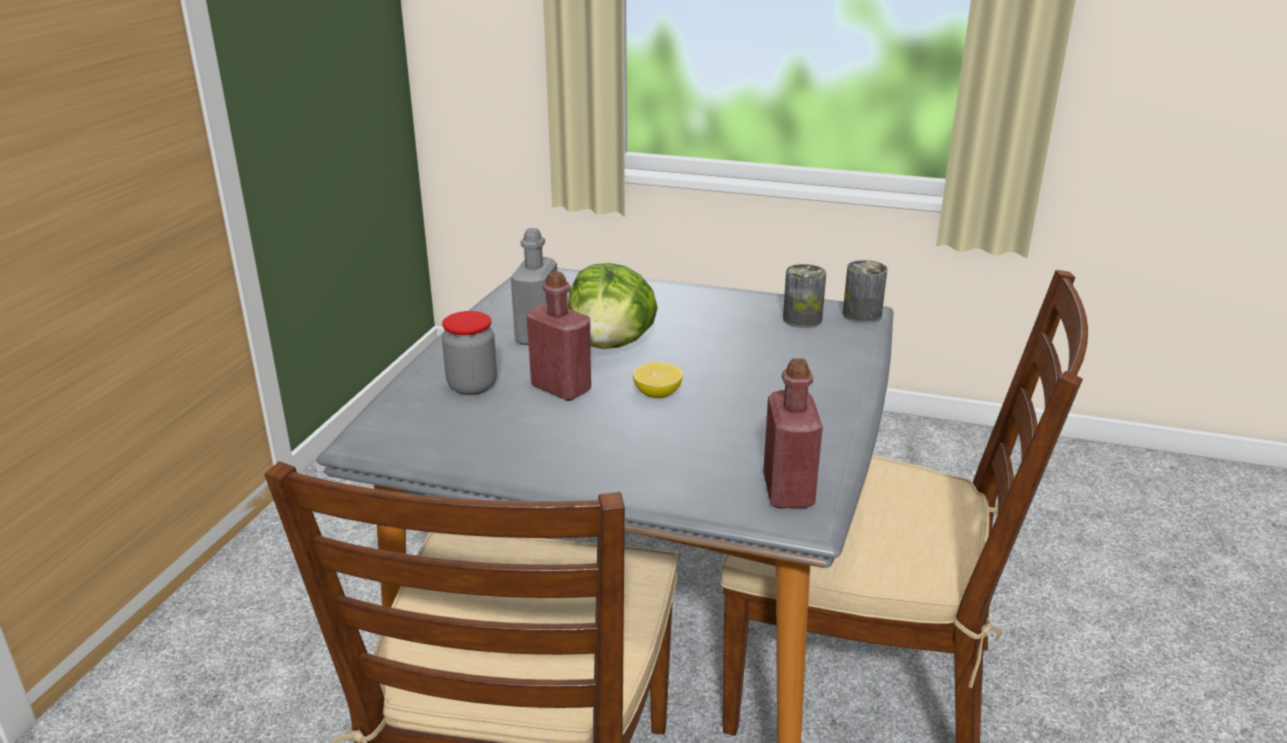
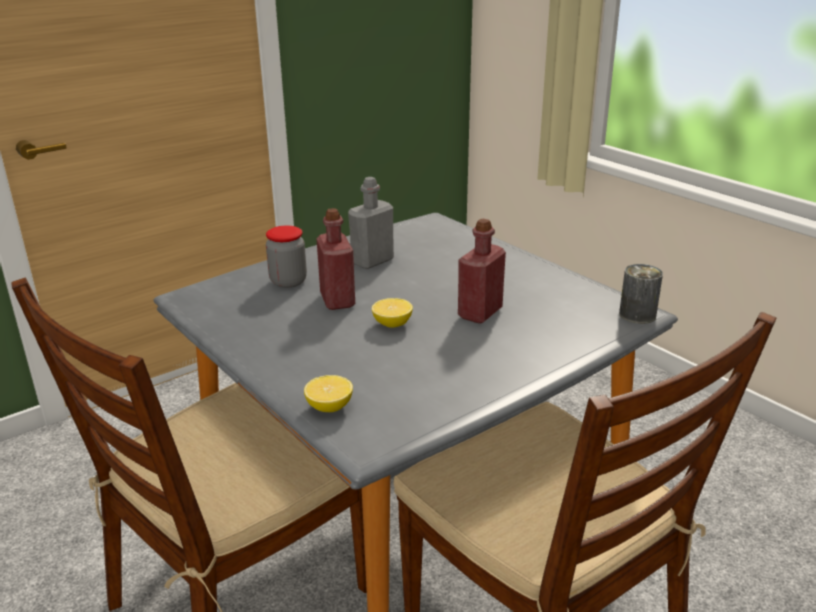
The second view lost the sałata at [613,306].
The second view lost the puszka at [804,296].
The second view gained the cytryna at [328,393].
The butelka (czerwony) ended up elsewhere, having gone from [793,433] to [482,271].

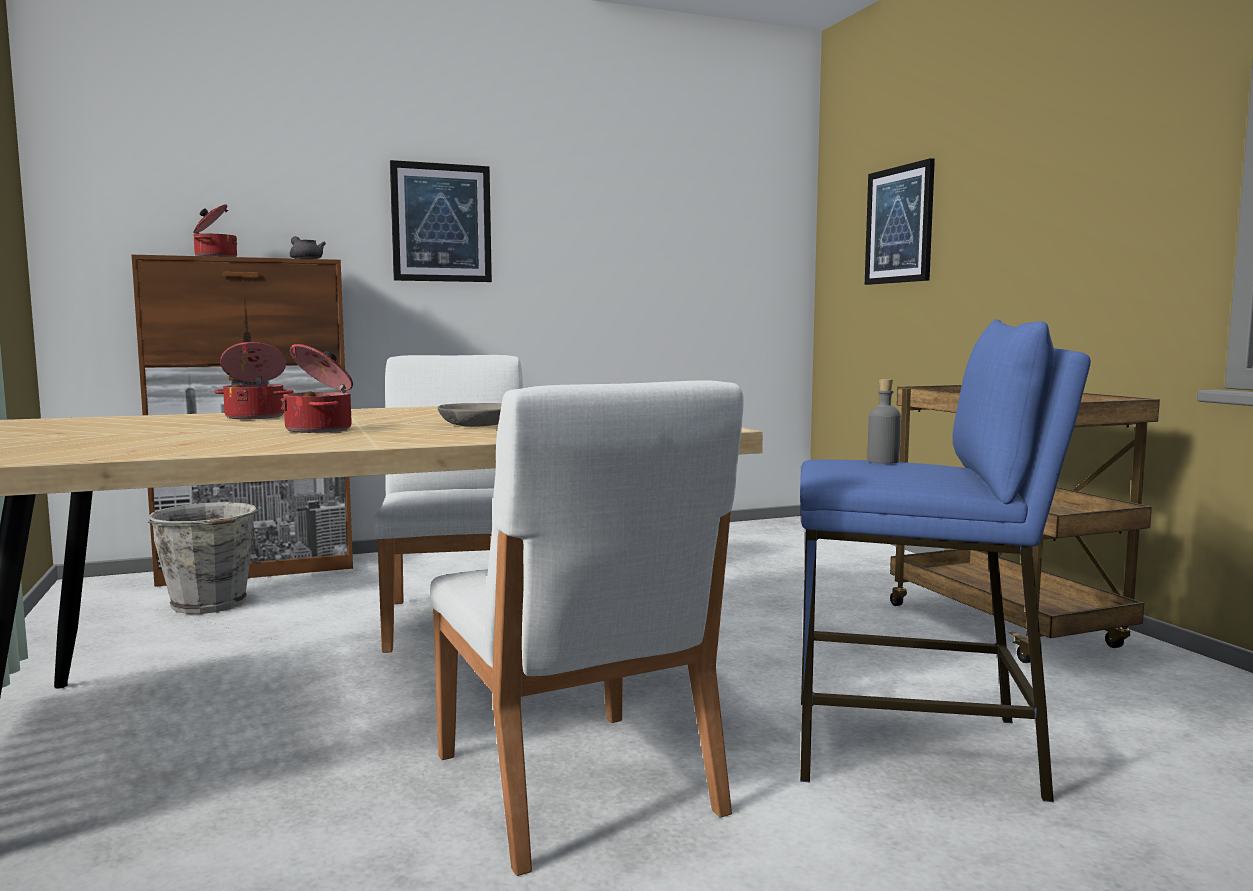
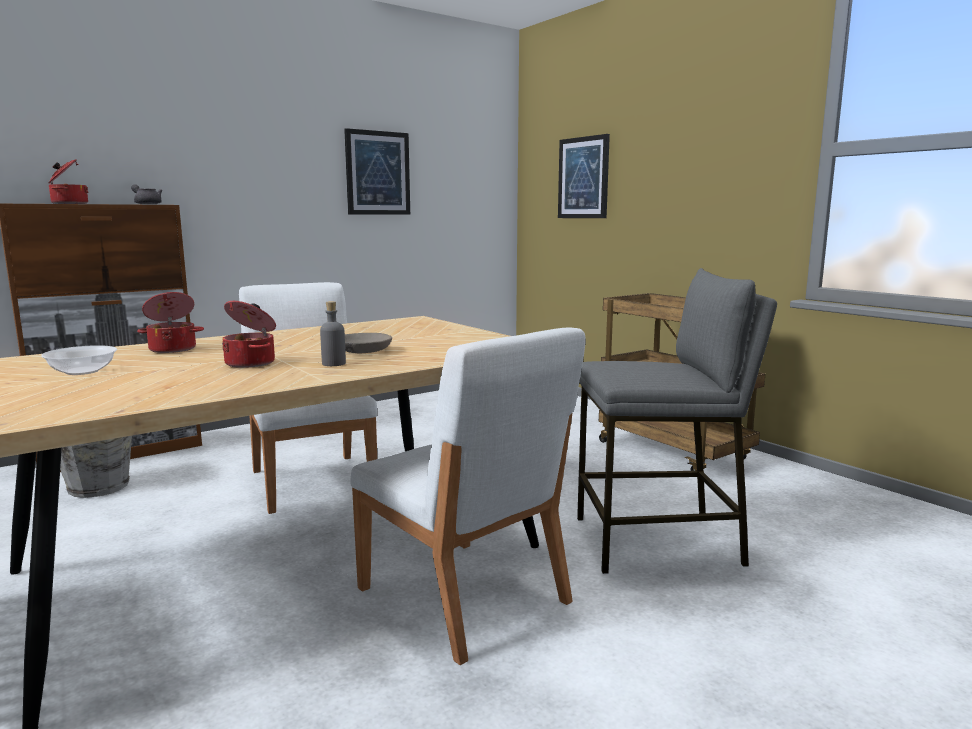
The second view gained the miska at [79,360].
The obraz ended up elsewhere, having gone from [441,221] to [377,171].
The butelka (szary) ended up elsewhere, having gone from [884,421] to [333,333].
What was the stołek (niebieski) at [945,560] turned into the stołek (szary) at [677,421].

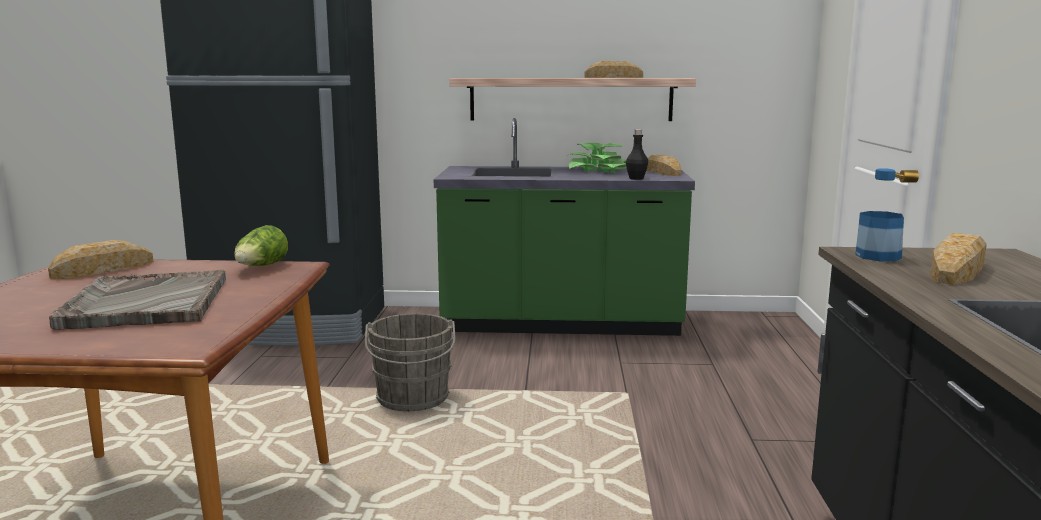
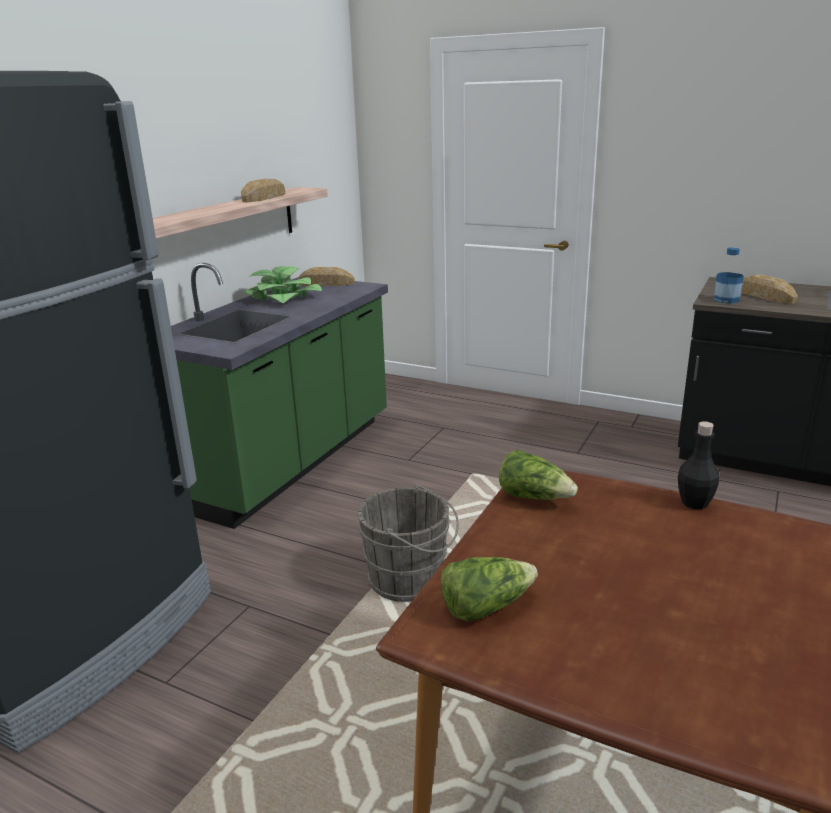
The second view lost the taca (szary) at [137,299].
The butelka (czarny) ended up elsewhere, having gone from [637,154] to [698,465].
Where the chleb stood at [101,259], the sałata came to stand at [489,589].

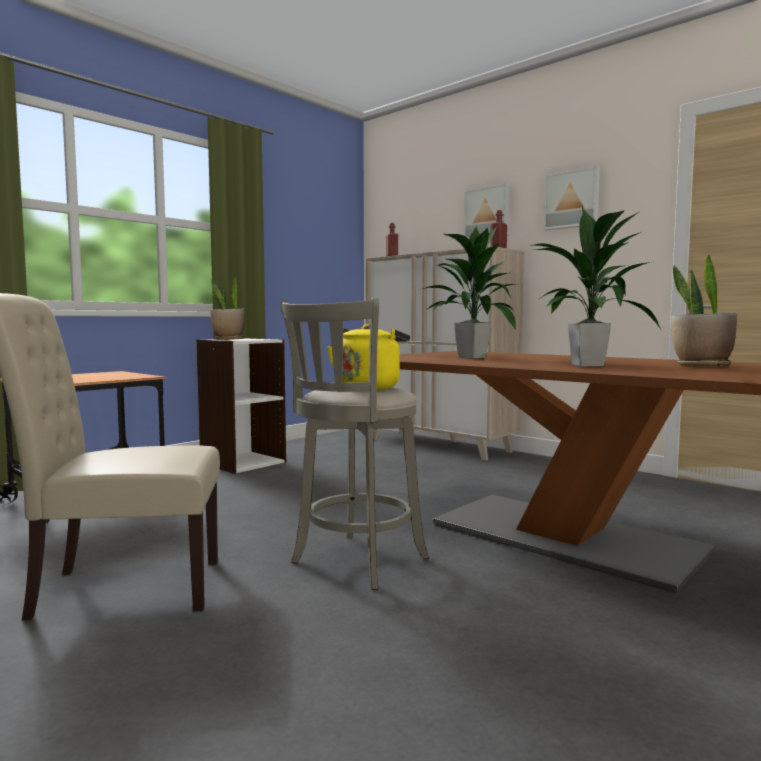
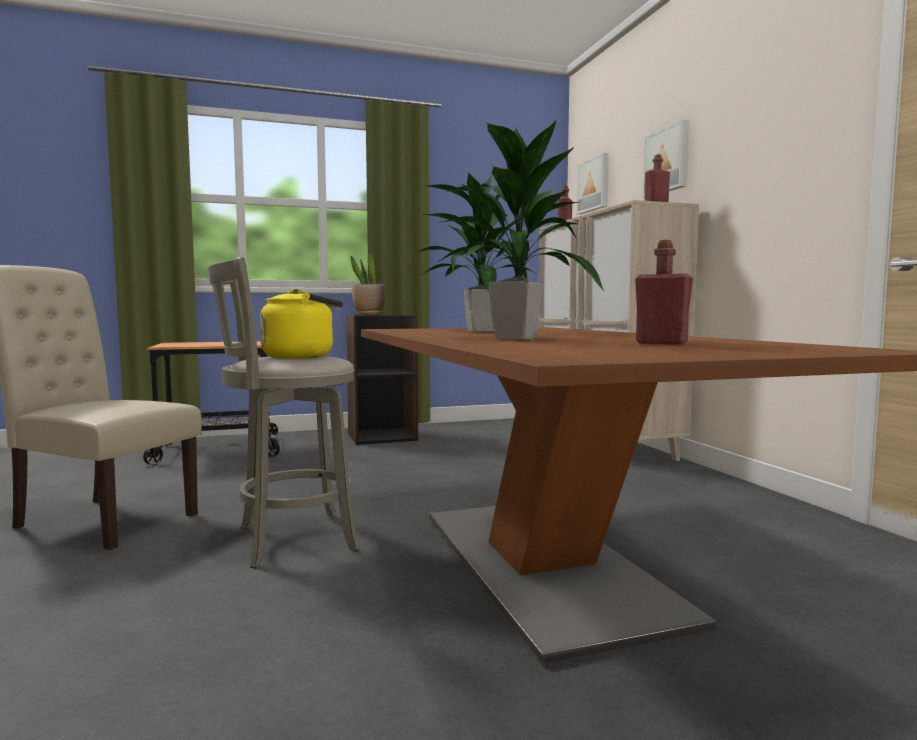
The obraz ended up elsewhere, having gone from [571,198] to [592,183].
Where the roślina doniczkowa stood at [704,311], the butelka (czerwony) came to stand at [664,292].
What was the regał (biały) at [241,406] turned into the regał (czarny) at [382,380].

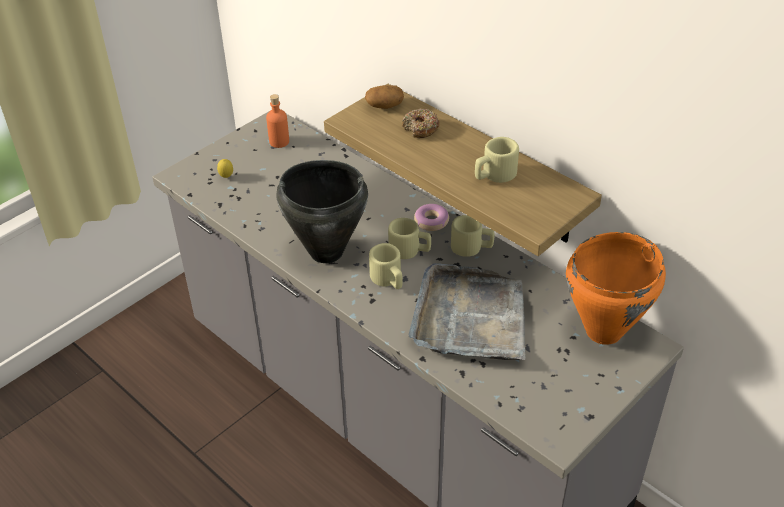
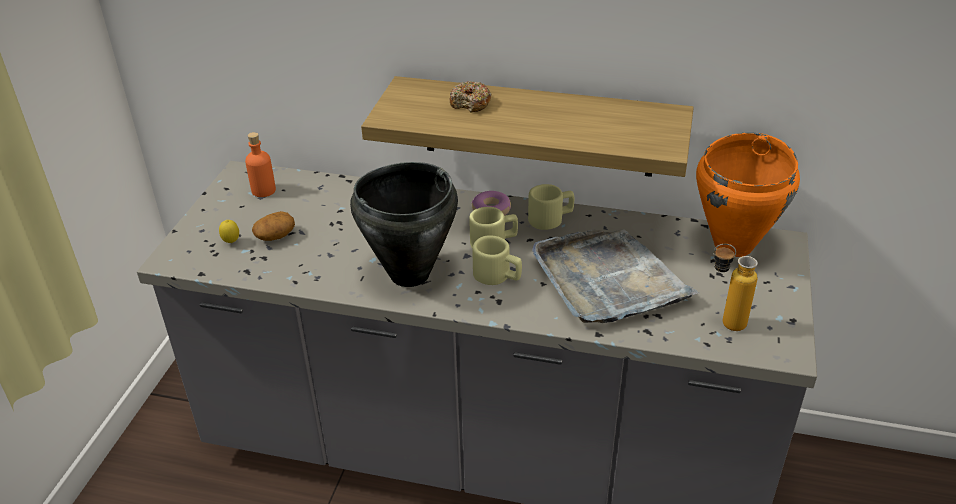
The second view lost the kubek (beżowy) at [497,160].
The second view gained the butelka at [735,287].
The ziemniak ended up elsewhere, having gone from [384,97] to [273,226].

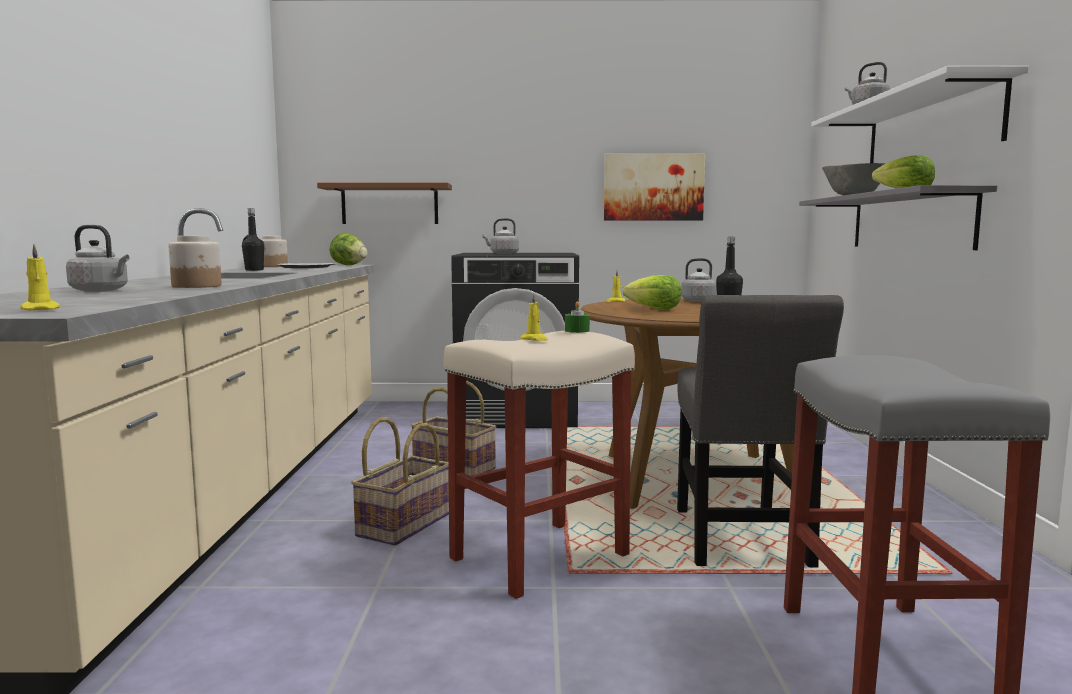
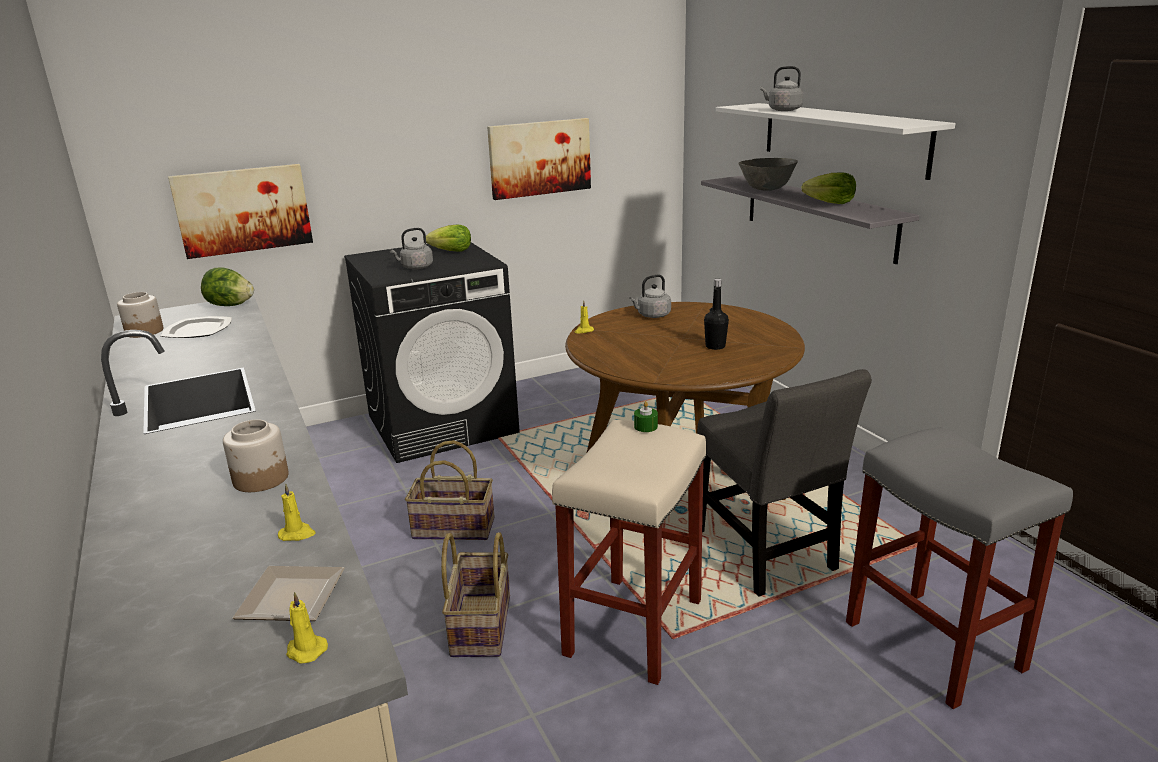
The second view lost the czajnik (szary) at [97,258].
The second view lost the butelka (czarny) at [253,239].
The second view gained the talerz at [288,593].
The świeca (żółty) ended up elsewhere, having gone from [534,317] to [297,512].
The sałata ended up elsewhere, having gone from [652,292] to [448,238].
Where the półka (brązowy) hung at [384,203], the obraz came to hang at [240,211].

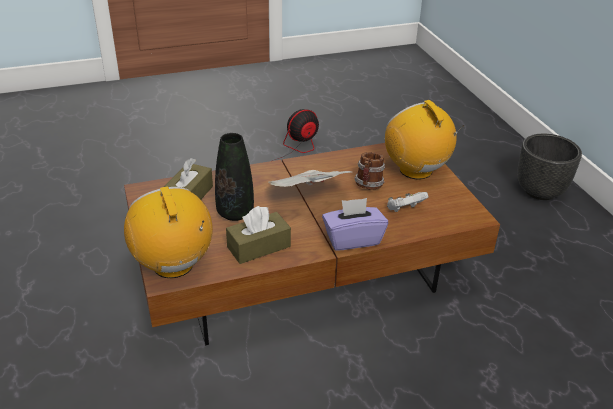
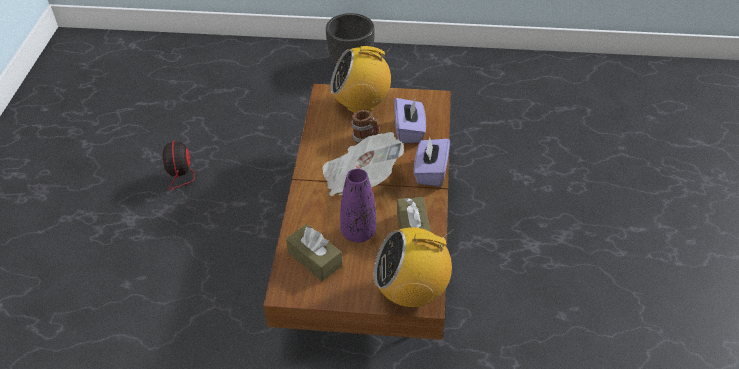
Where the pad do gier (biały) stood at [407,202], the pudełko chusteczek (fioletowy) came to stand at [410,120].
What was the wazon (czarny) at [234,177] turned into the wazon (fioletowy) at [358,206].

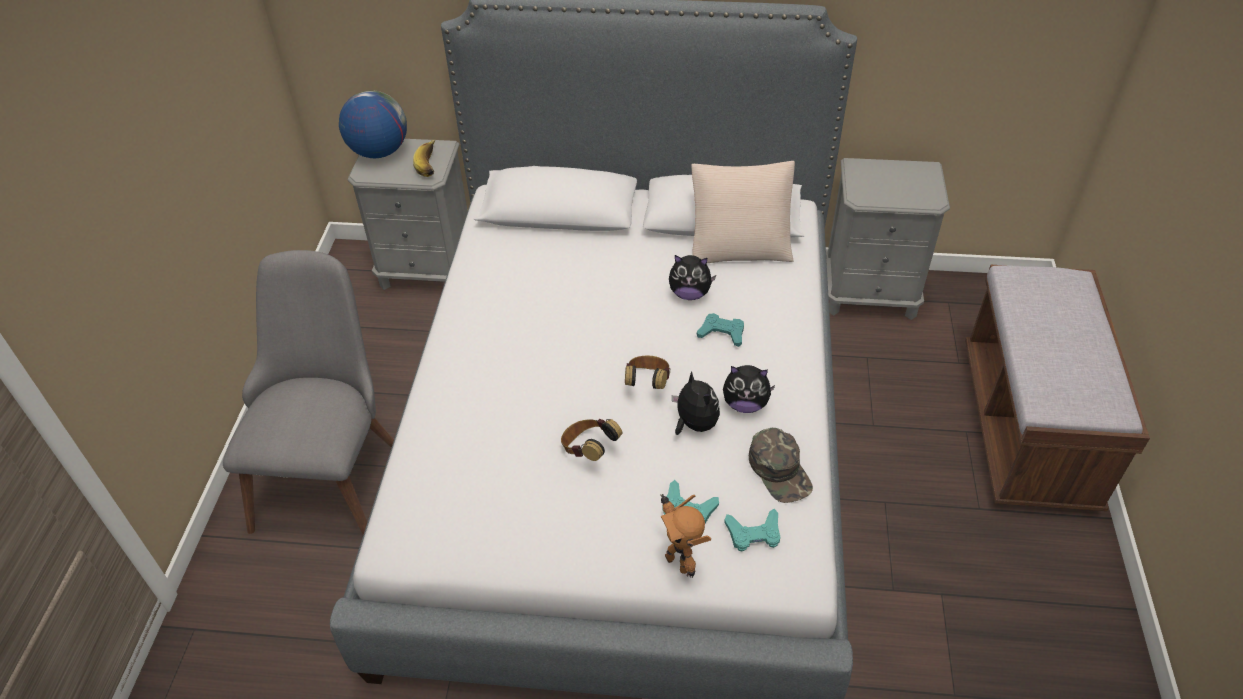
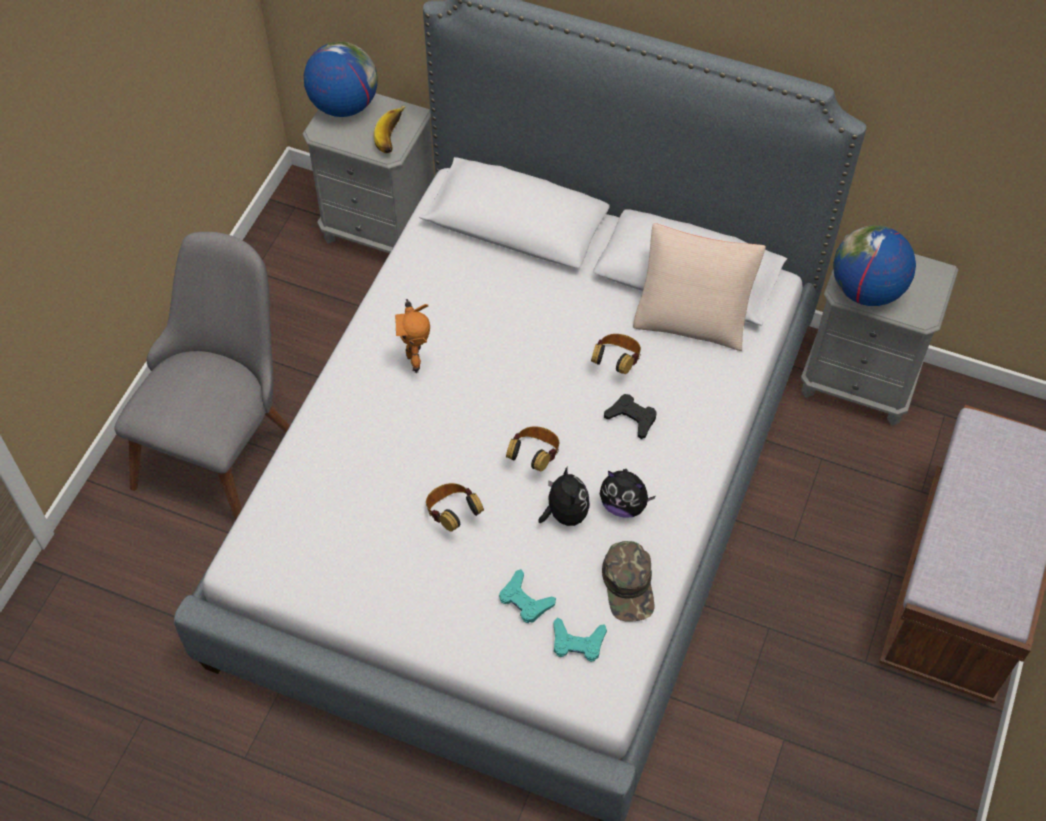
The second view gained the globus at [874,265].
The robot zabawkowy ended up elsewhere, having gone from [685,536] to [412,336].
Where the pluszak stood at [692,277], the słuchawki came to stand at [616,354].
What was the pad do gier (turkusowy) at [720,330] turned into the pad do gier (czarny) at [630,416].

